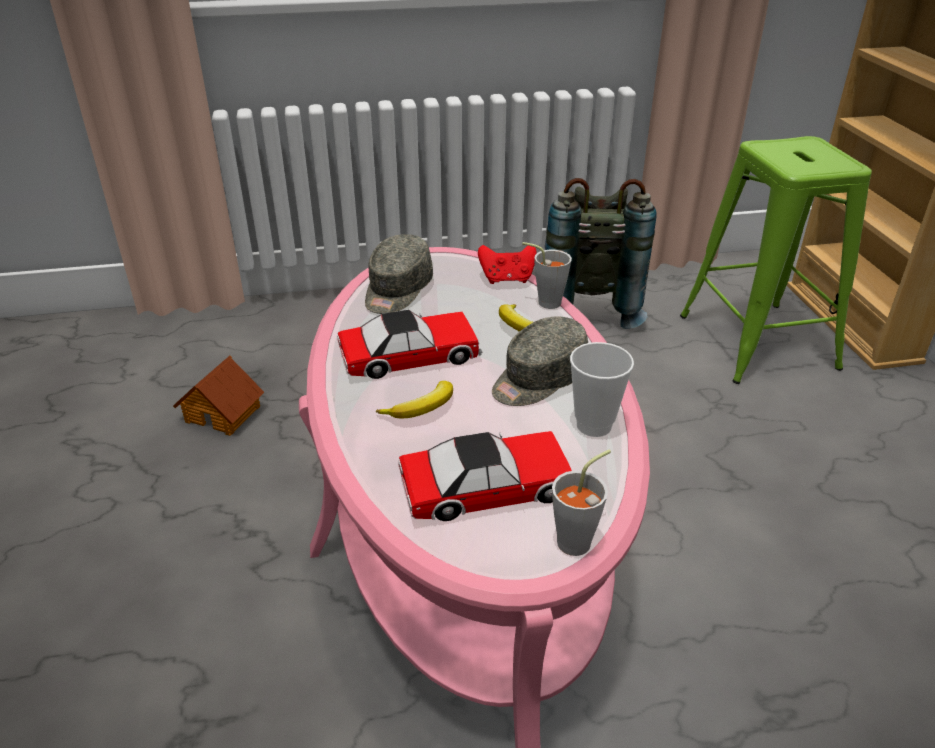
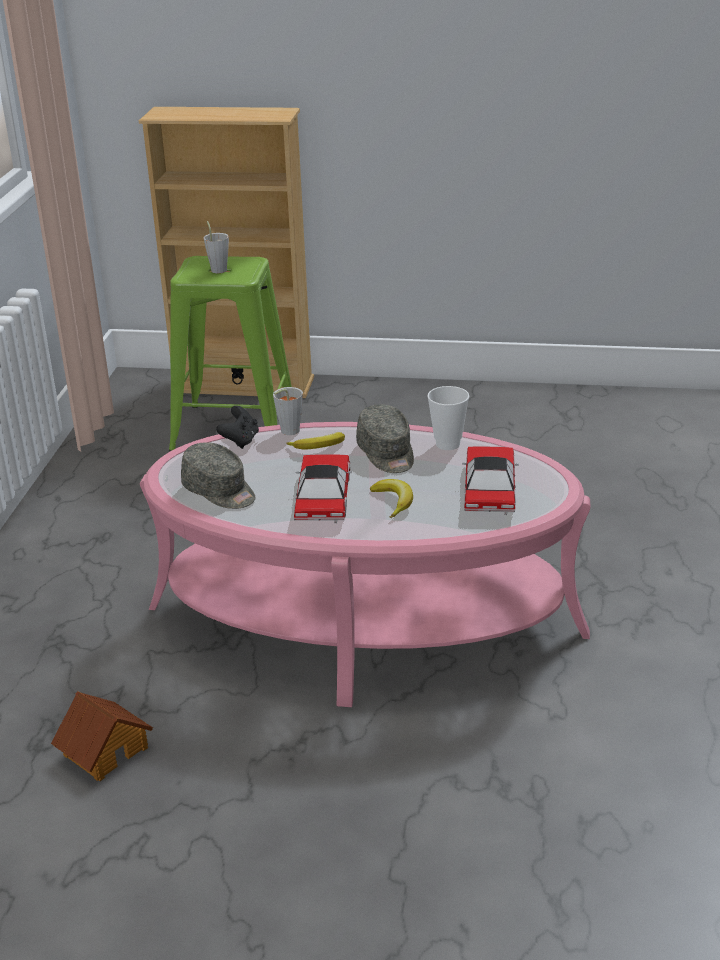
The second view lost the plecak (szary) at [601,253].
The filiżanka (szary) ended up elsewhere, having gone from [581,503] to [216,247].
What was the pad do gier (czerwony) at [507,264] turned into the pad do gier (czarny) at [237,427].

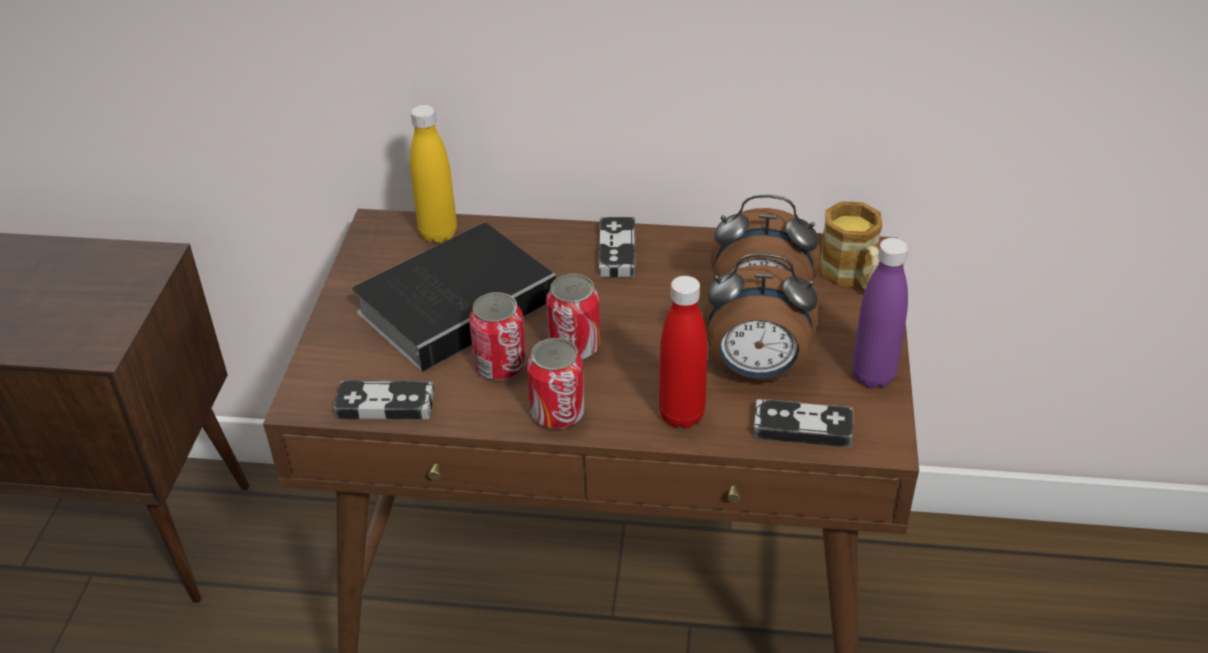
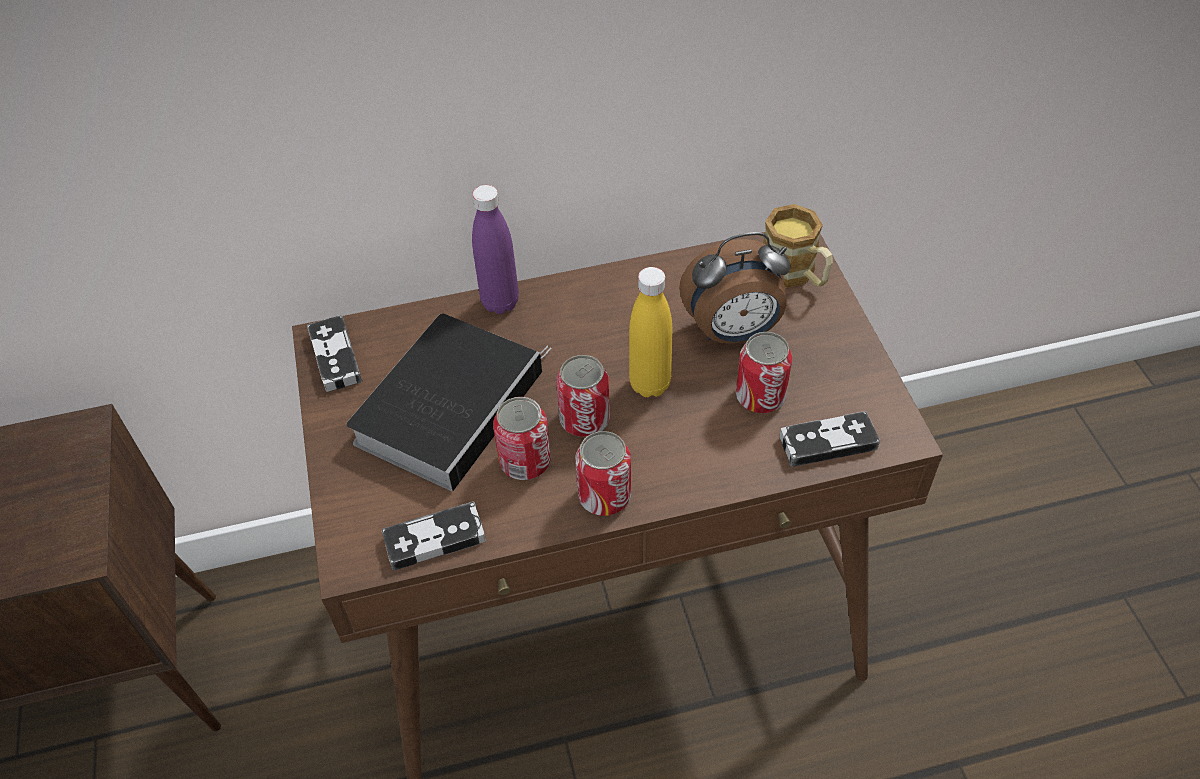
The second view lost the butelka (czerwony) at [683,352].
The butelka (żółty) ended up elsewhere, having gone from [433,173] to [651,332].
The pad do gier ended up elsewhere, having gone from [617,247] to [334,353].
The butelka (fioletowy) ended up elsewhere, having gone from [880,313] to [495,249].
Where the budzik stood at [760,317], the puszka came to stand at [764,372].

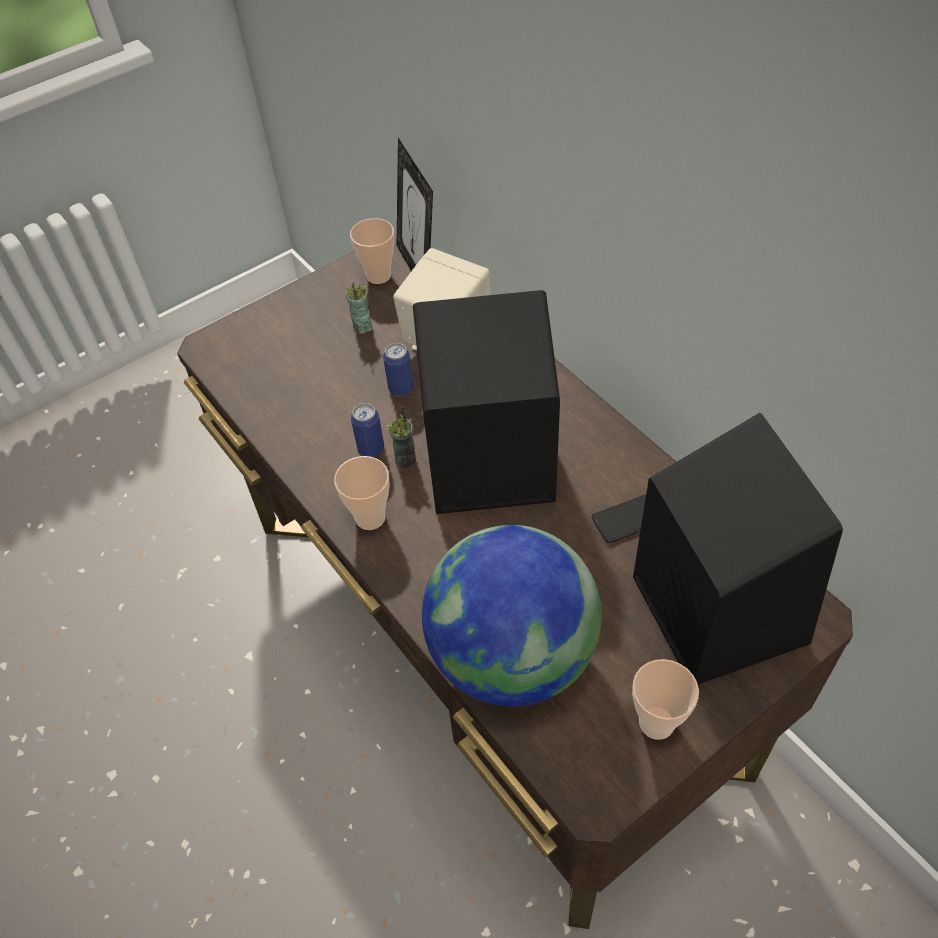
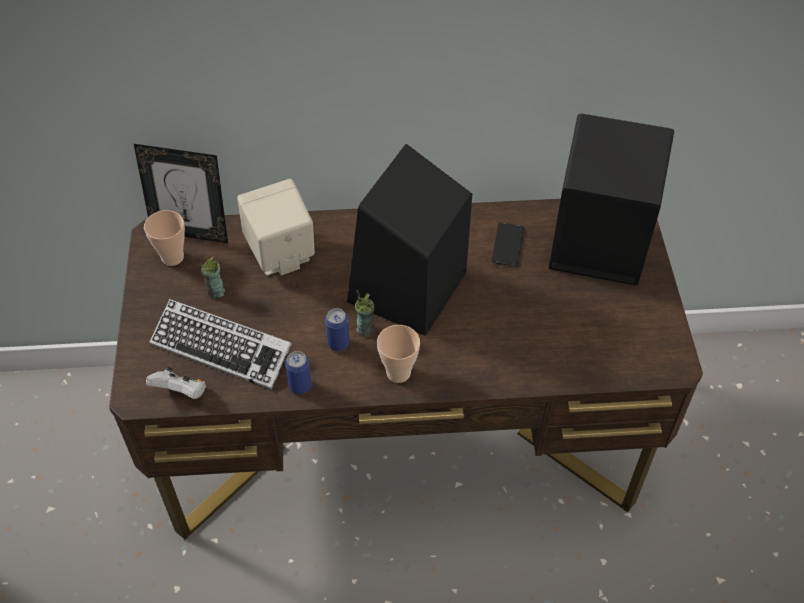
The second view lost the globus at [512,616].
The second view lost the filiżanka at [665,699].
The second view gained the pad do gier (biały) at [176,383].
The second view gained the klawiatura at [220,344].
The puszka ended up elsewhere, having gone from [398,369] to [298,372].

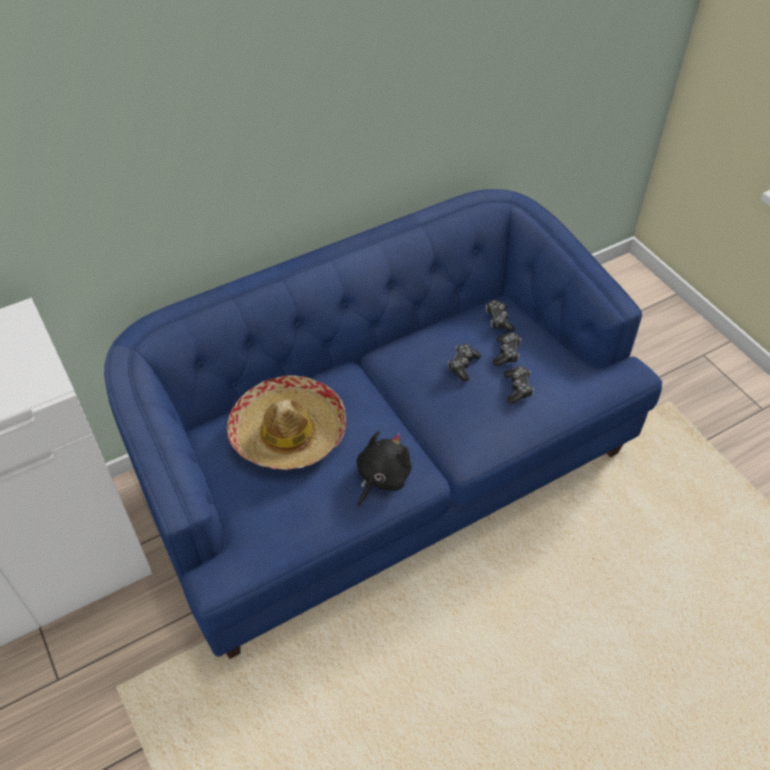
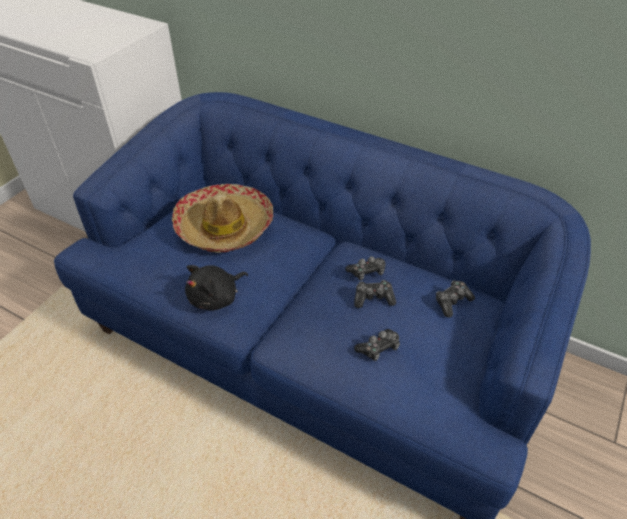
The pad do gier ended up elsewhere, having gone from [507,349] to [365,268].
The pluszak (czarny) at [384,469] ended up facing another way, 135 degrees clockwise from before.

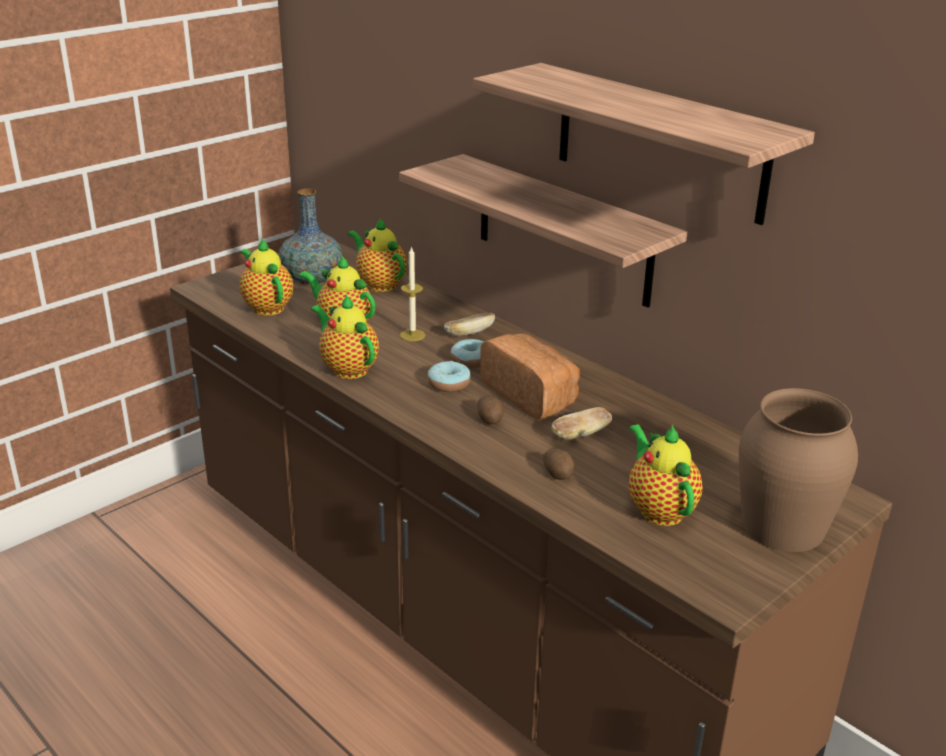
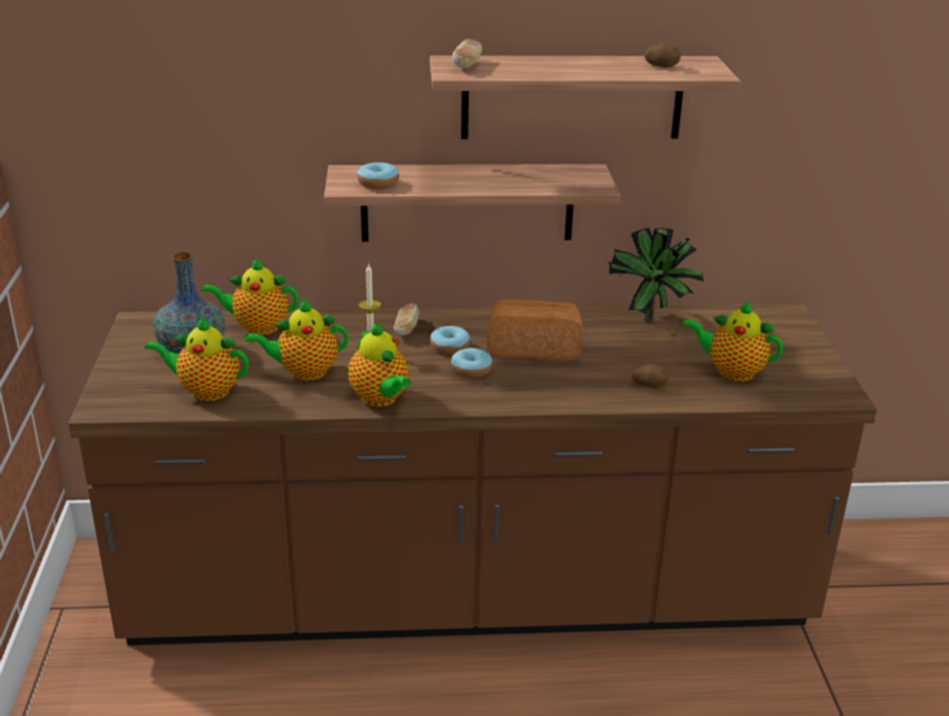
The second view lost the wazon (brązowy) at [798,470].
The second view gained the donut at [378,175].
The second view gained the roślina doniczkowa at [655,275].
The ziemniak ended up elsewhere, having gone from [491,410] to [662,55].
The chleb ended up elsewhere, having gone from [582,423] to [467,54].
The imbryk at [345,337] ended up facing another way, 120 degrees counterclockwise from before.

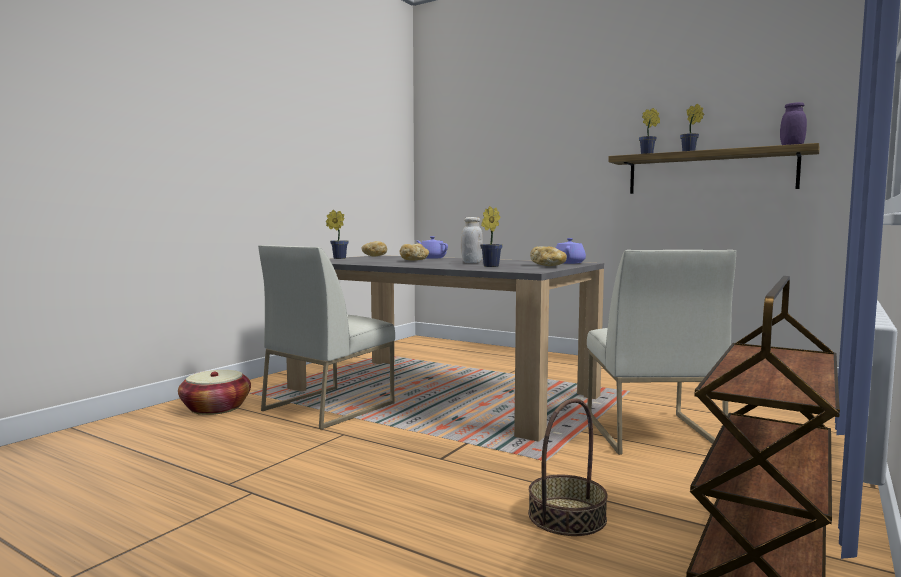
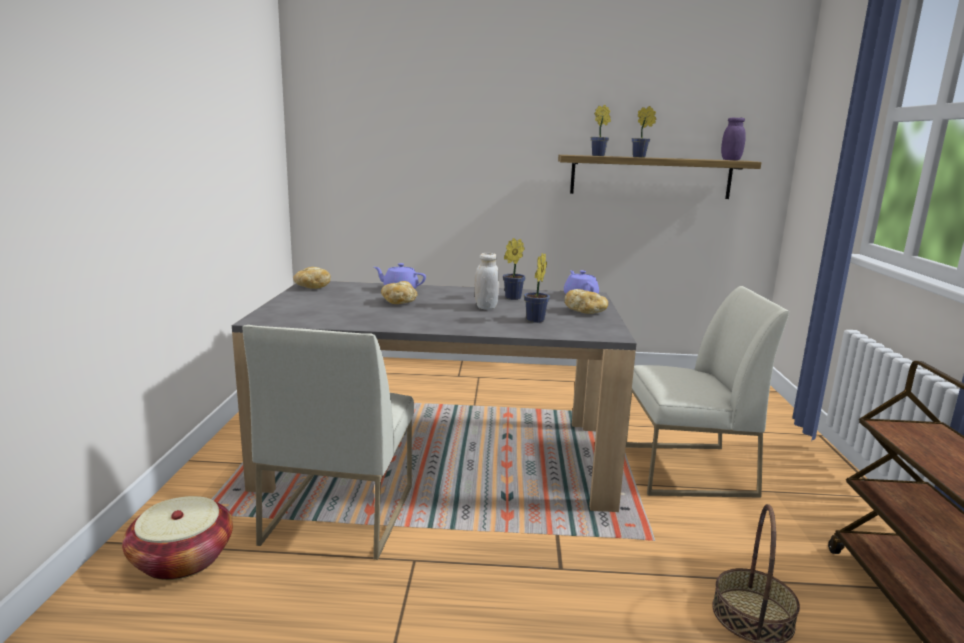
The roślina doniczkowa ended up elsewhere, having gone from [337,234] to [514,269].
The krzesło (biały) at [661,352] ended up facing another way, 60 degrees counterclockwise from before.

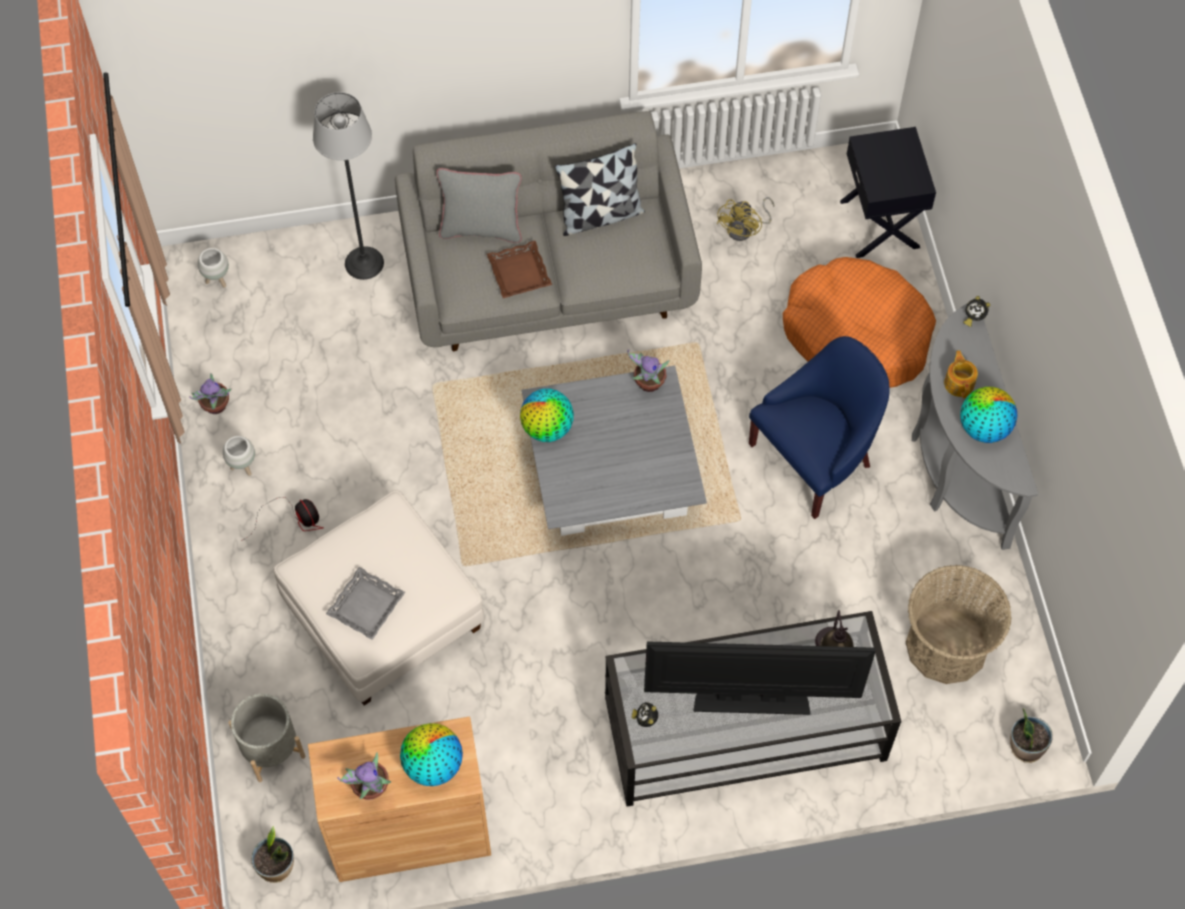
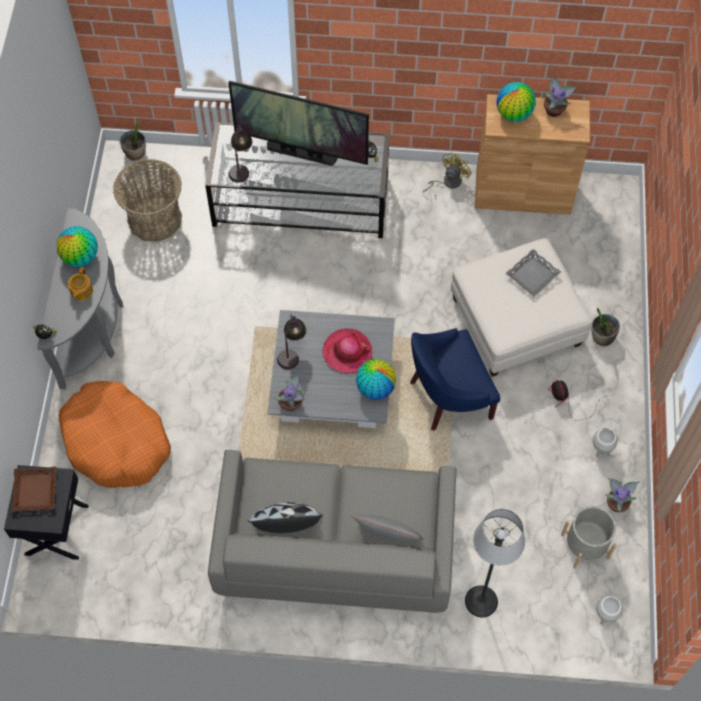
The second view gained the lampa stołowa at [291,341].
The second view gained the kapelusz at [347,351].
The donica (szary) ended up elsewhere, having gone from [267,738] to [588,537].
The roślina doniczkowa ended up elsewhere, having gone from [273,854] to [605,327].
The taca (brązowy) ended up elsewhere, having gone from [519,269] to [33,489].
The wentylator (żółty) ended up elsewhere, having gone from [745,219] to [447,172].
The fotel (niebieski) ended up elsewhere, having gone from [819,427] to [455,379].

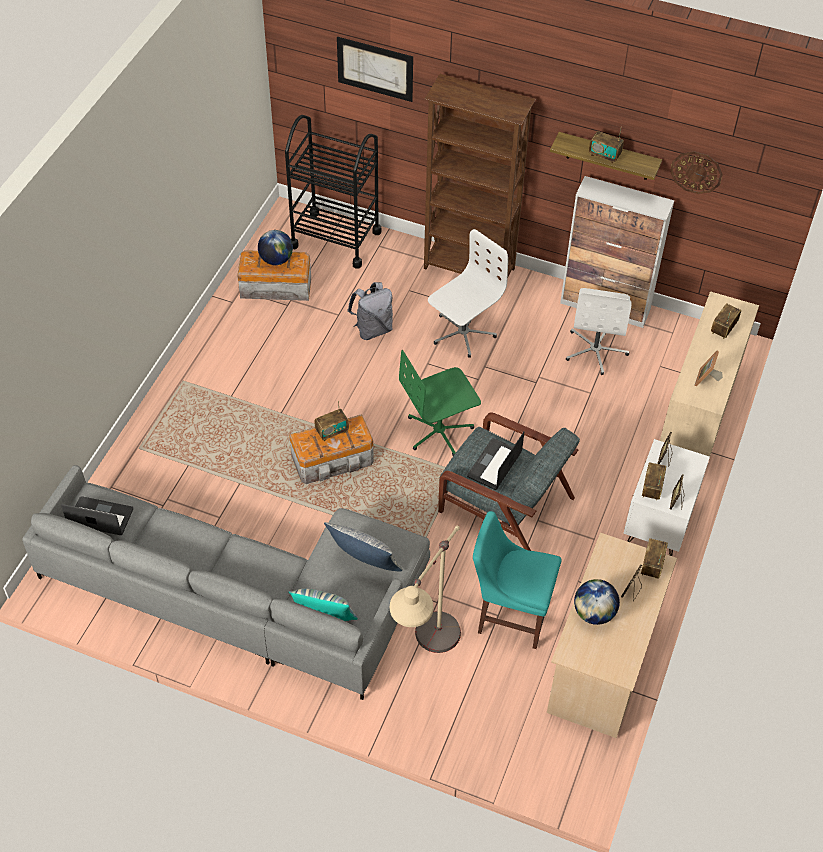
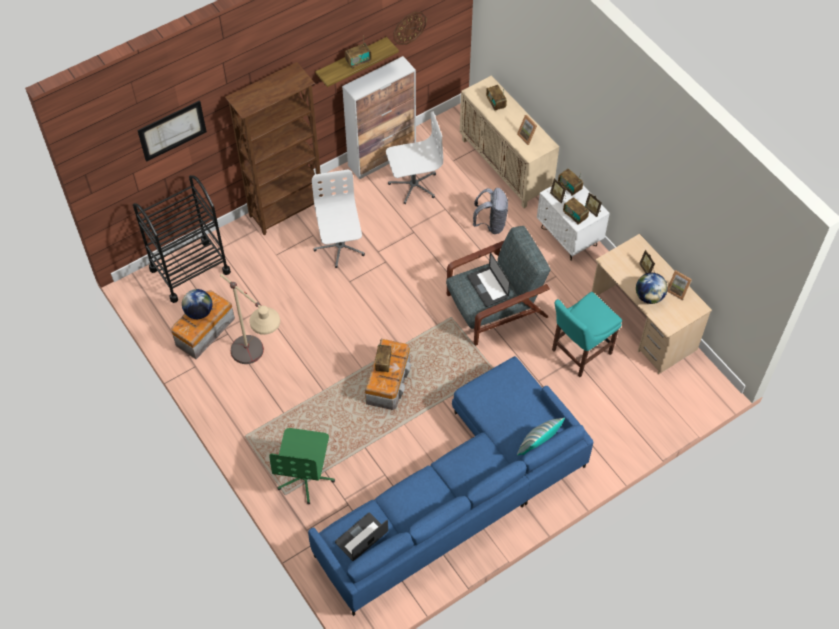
The second view lost the poduszka at [363,547].
The second view gained the ramka na zdjęcie at [679,285].
The plecak (szary) ended up elsewhere, having gone from [370,311] to [490,211].
The lampa stojąca (beżowy) ended up elsewhere, having gone from [425,589] to [250,319].
The krzesło biurowe (zielony) ended up elsewhere, having gone from [440,403] to [302,466].
The radio ended up elsewhere, having gone from [654,558] to [570,182].
What was the kanapa (szary) at [226,582] turned into the kanapa (niebieski) at [450,486].
The krzesło biurowe (biały) at [599,331] ended up facing another way, 60 degrees counterclockwise from before.

